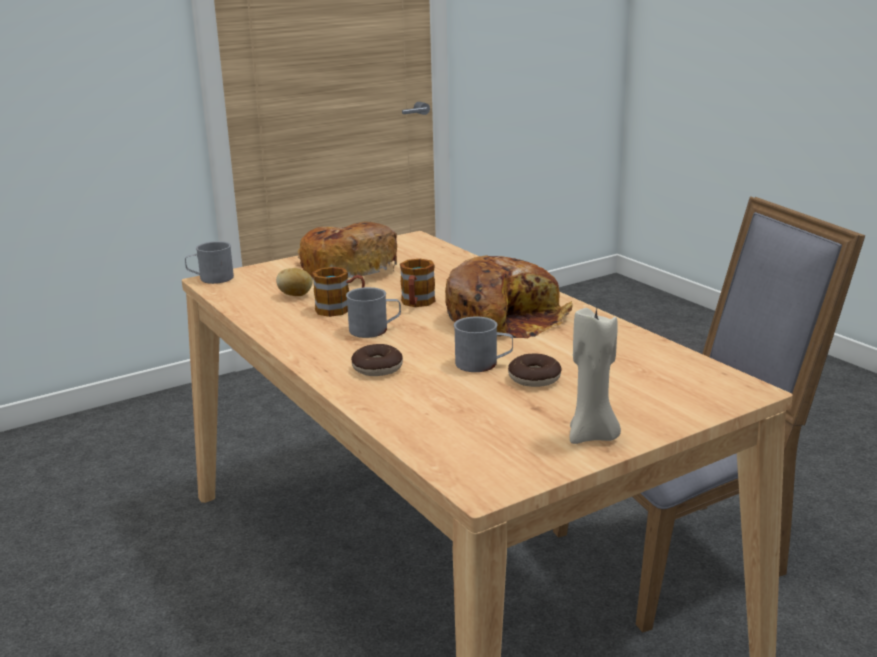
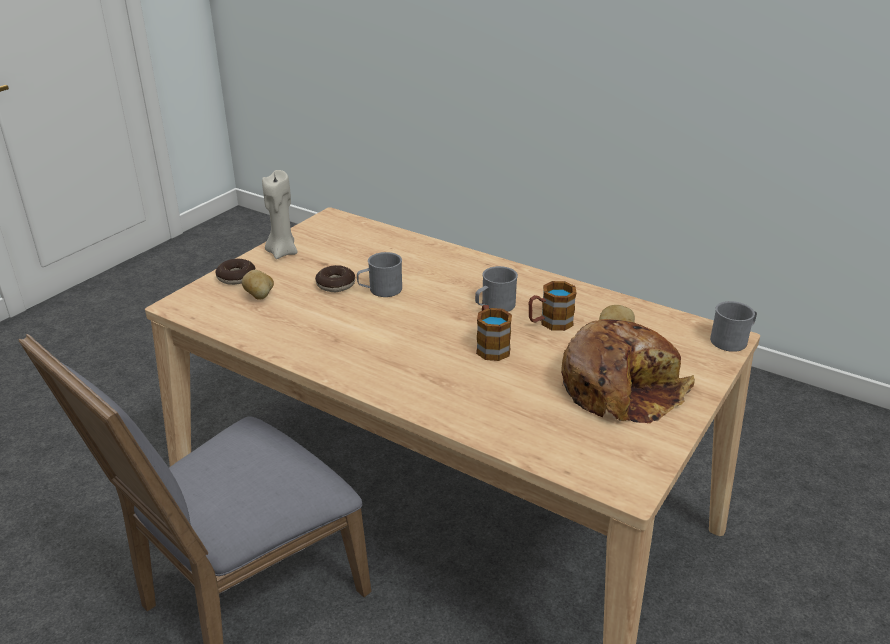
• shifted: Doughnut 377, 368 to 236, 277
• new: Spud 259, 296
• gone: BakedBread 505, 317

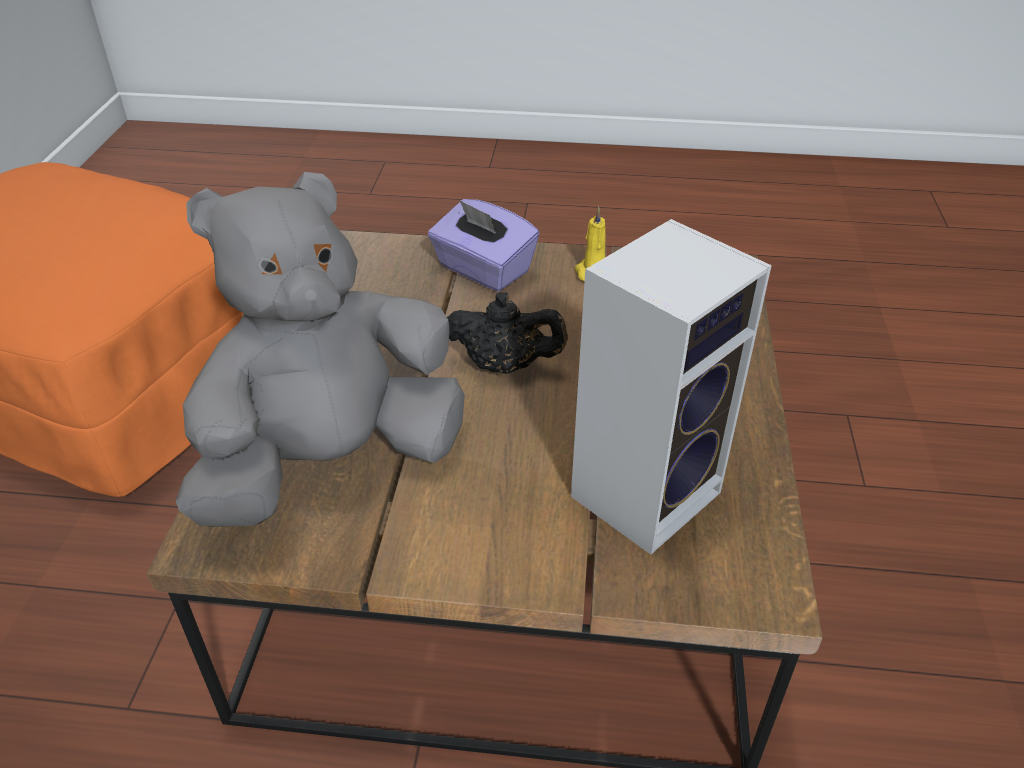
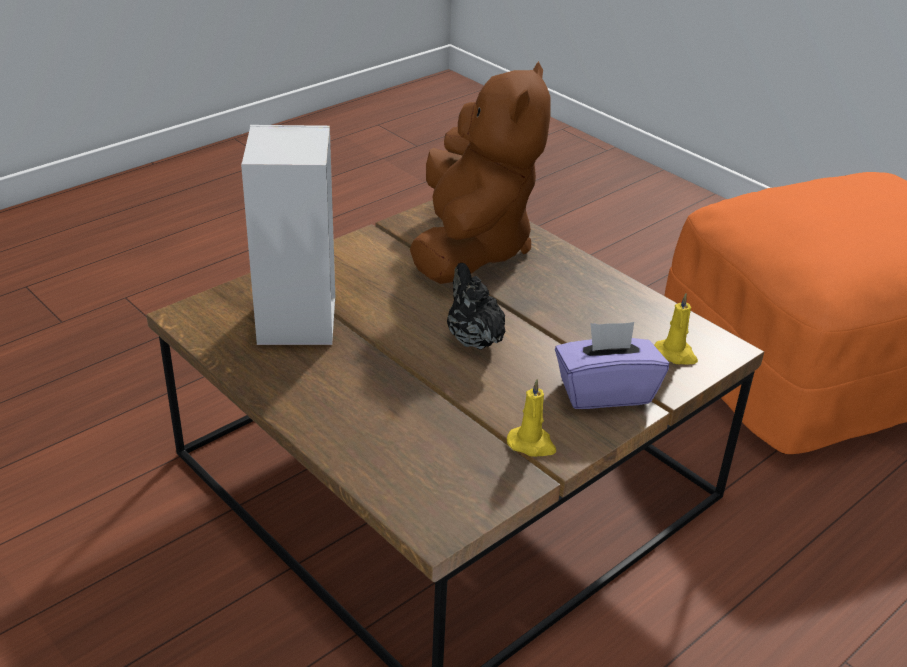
• repainted: GreyPlushToy 333, 462 to BrownPlushToy 471, 248
• rotated: BlackishPotForTea 505, 365 = 473, 338 105 degrees clockwise
• new: YellowishWaxLight 675, 354

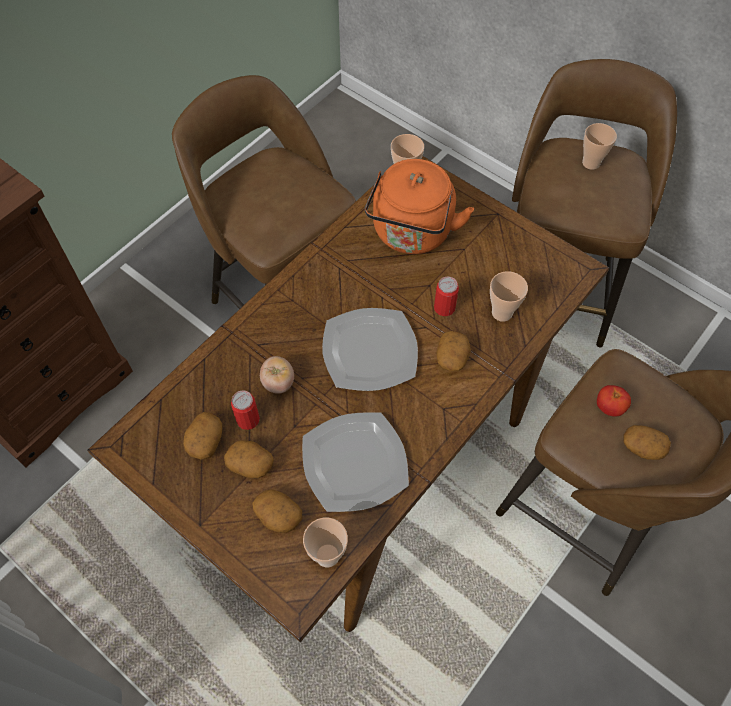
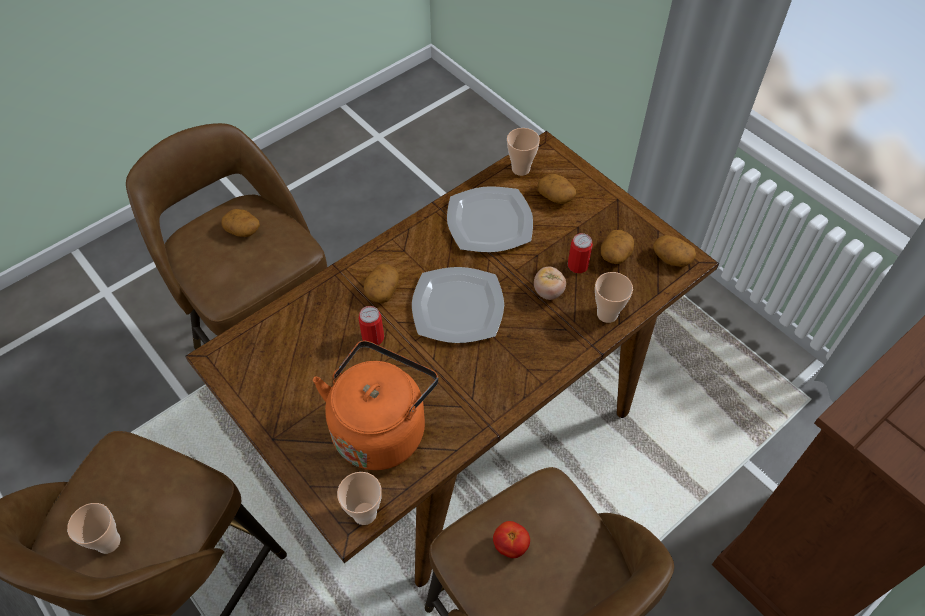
• shifted: WholeTomato 609, 407 to 510, 545
• shifted: SmallCup 502, 313 to 607, 314
• shifted: Spud 251, 464 to 671, 258

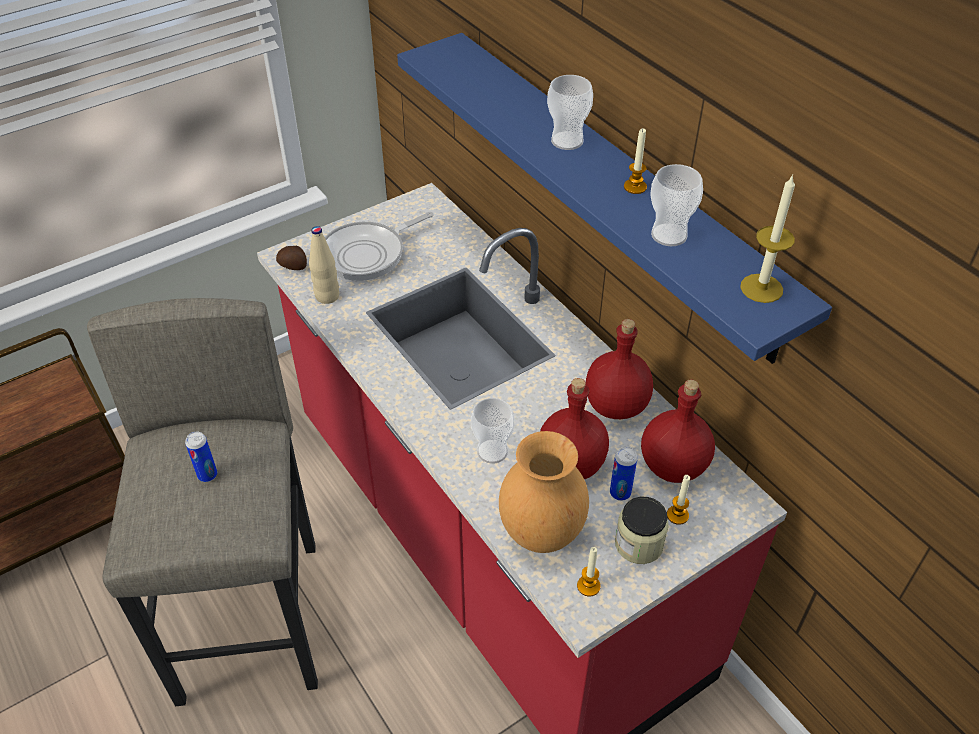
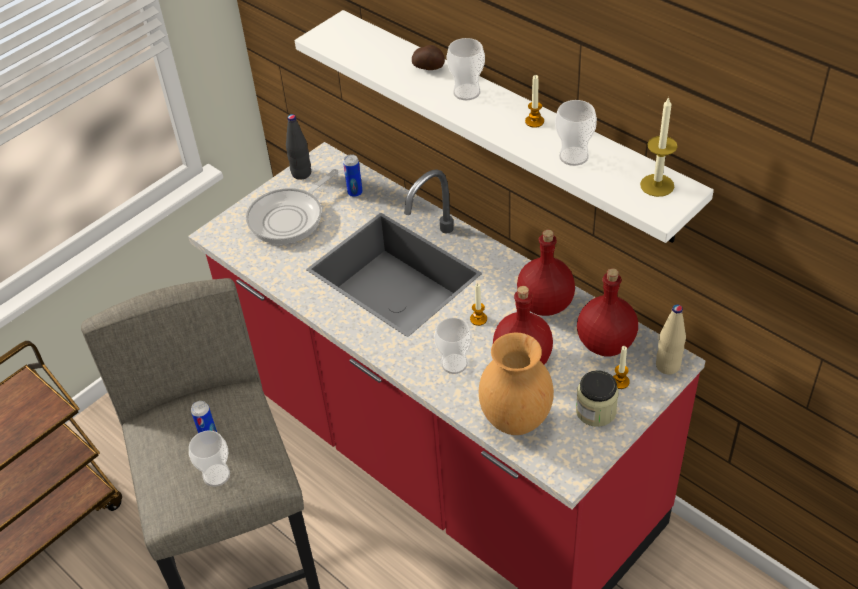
• new: SmallCup 216, 475
• new: BlackishBeverageBottle 301, 173
• repainted: BlueWallShelf 612, 188 to WhiteWallShelf 509, 123
• shifted: MetalCan 620, 493 to 355, 193
• shifted: Spud 294, 266 to 429, 68
• shifted: WaxLight 588, 586 to 478, 319
• shifted: BeigeColouredBeverageBottle 327, 296 to 668, 366

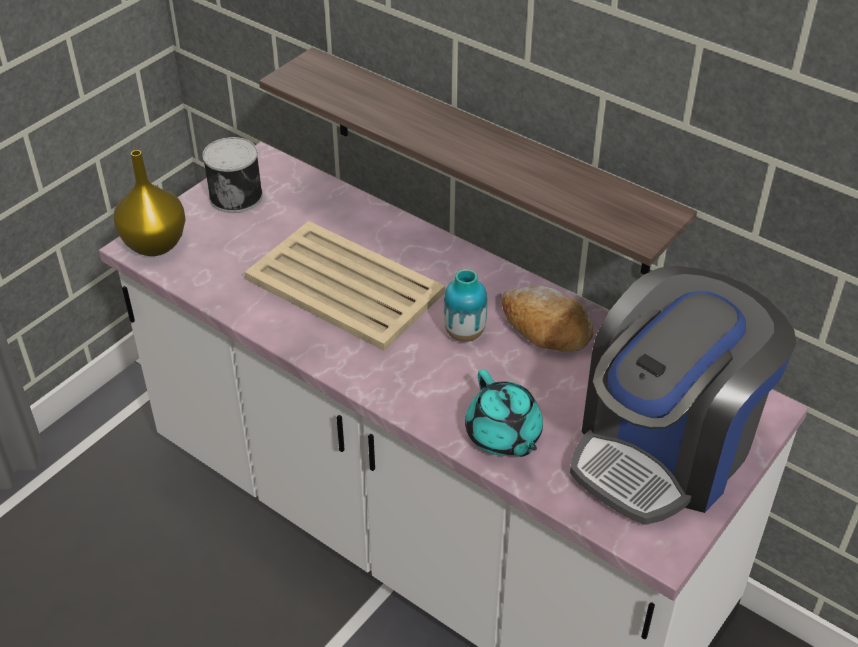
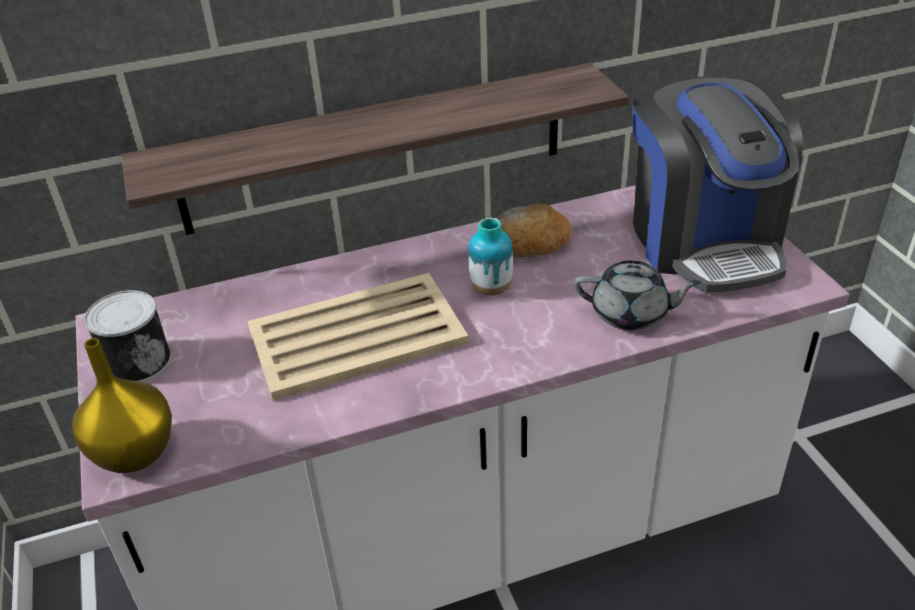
• repainted: TurquoisePotForTea 503, 436 to GreyPotForTea 631, 314

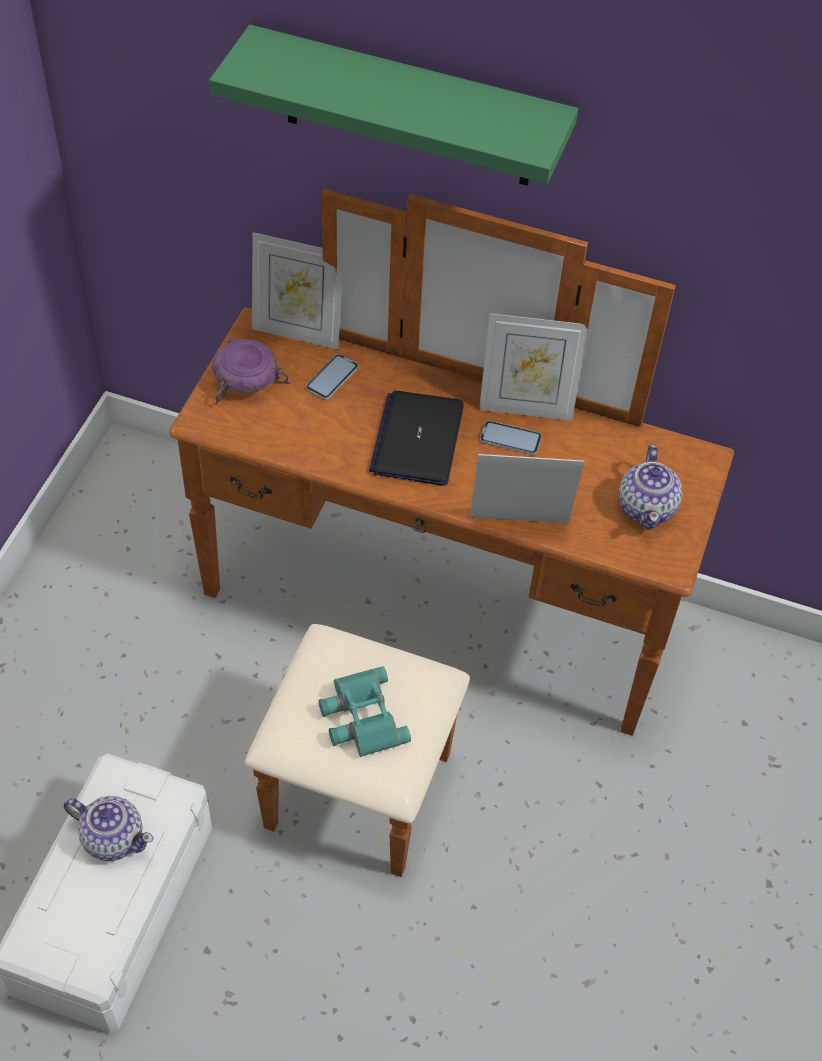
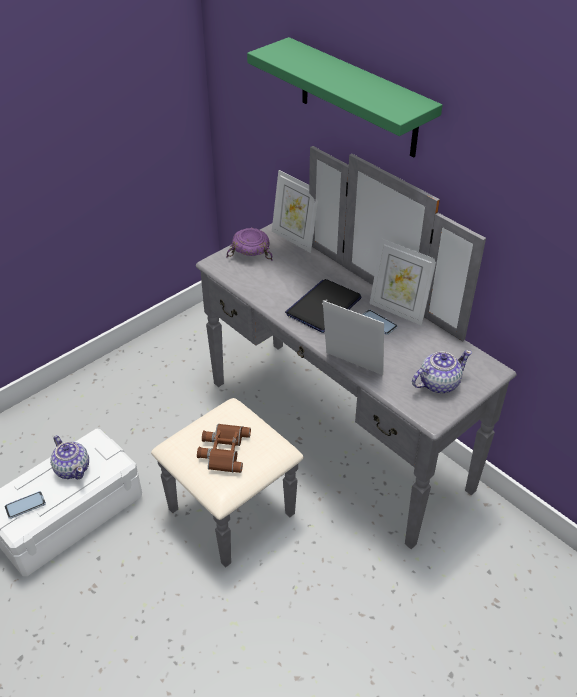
• shifted: Telephone 332, 378 to 25, 505
• repainted: BrownChestOfDrawers 422, 645 to GreyChestOfDrawers 314, 451
• repainted: TurquoisePairOfBinoculars 360, 717 to BrownPairOfBinoculars 223, 450
• rotated: PotForTea 647, 507 = 438, 383 150 degrees counterclockwise

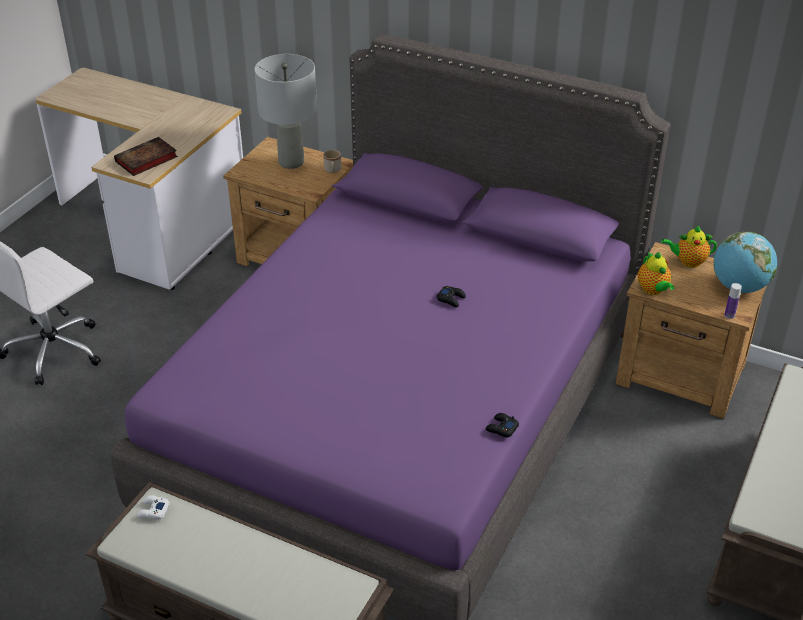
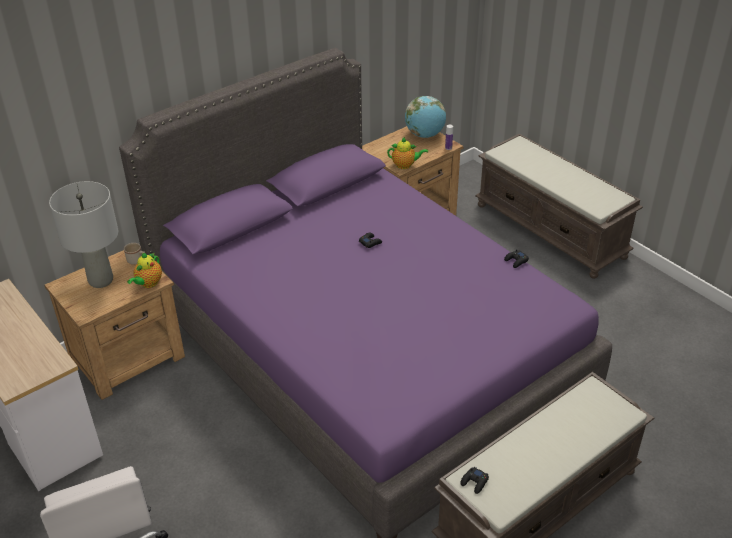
• shifted: PotForTea 688, 262 to 148, 283
• repainted: WhiteGamepad 153, 511 to BlackishGamepad 474, 482
• gone: BoundBook 145, 160

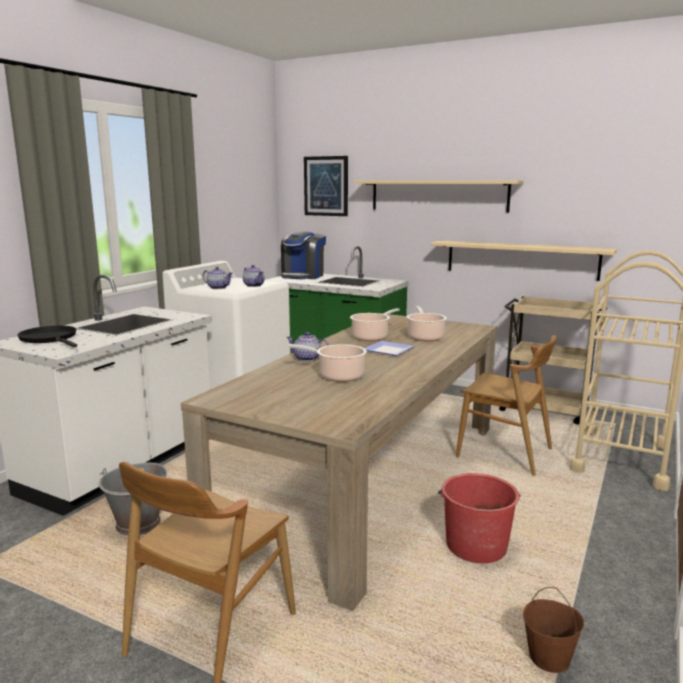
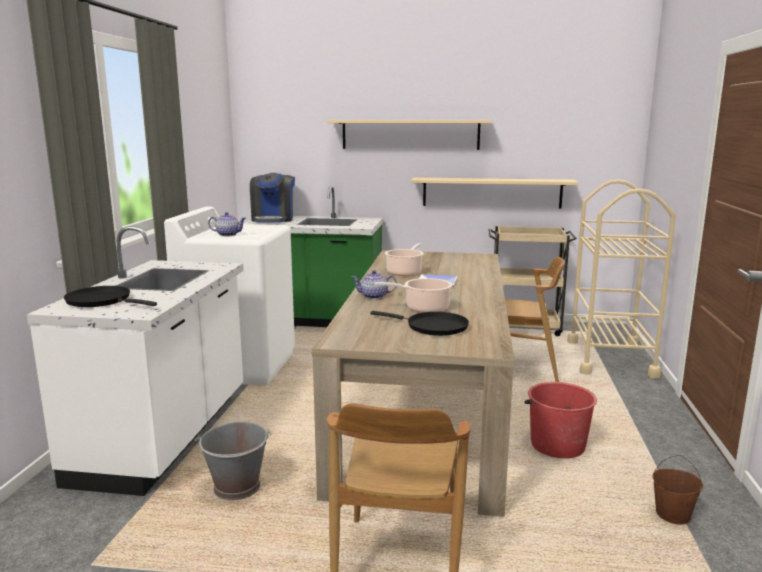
• new: BlackishSkillet 433, 327
• gone: PotForTea 254, 285
• gone: WallPicture 326, 186
• gone: Stockpot 425, 337

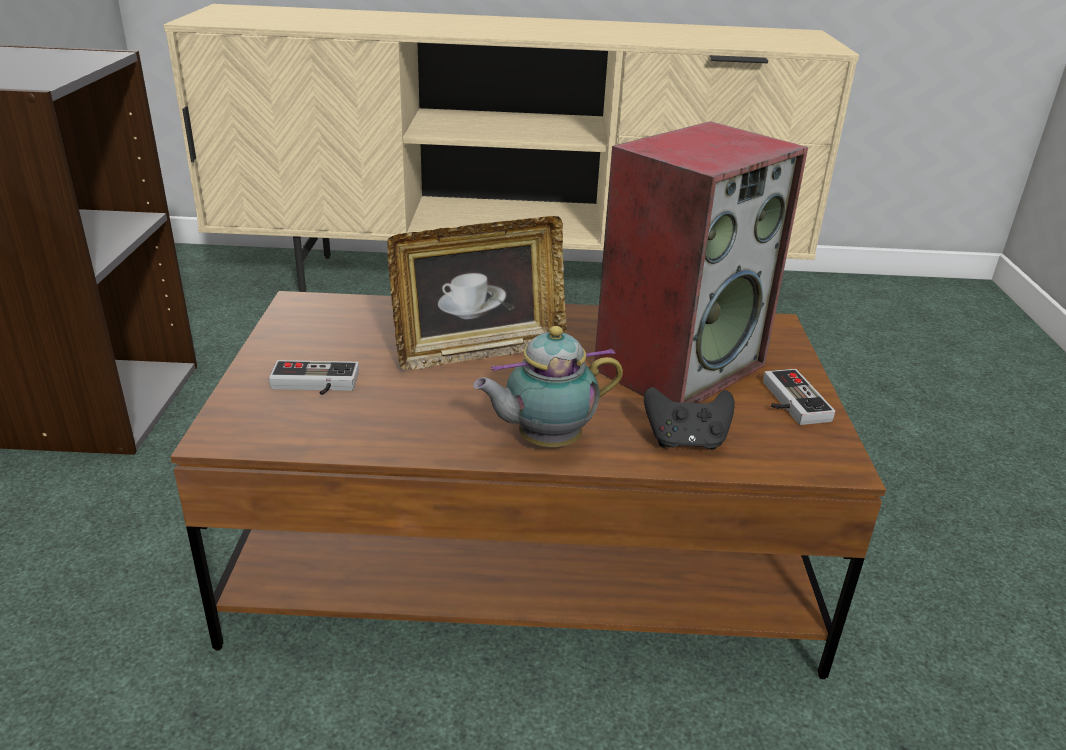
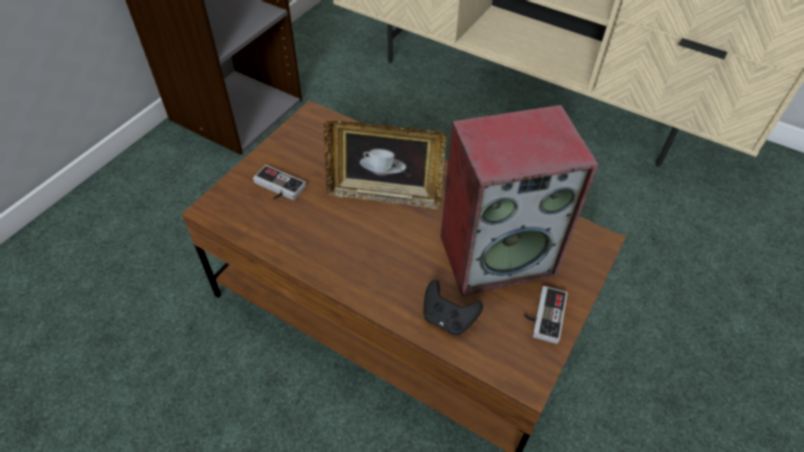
• gone: PotForTea 544, 441

